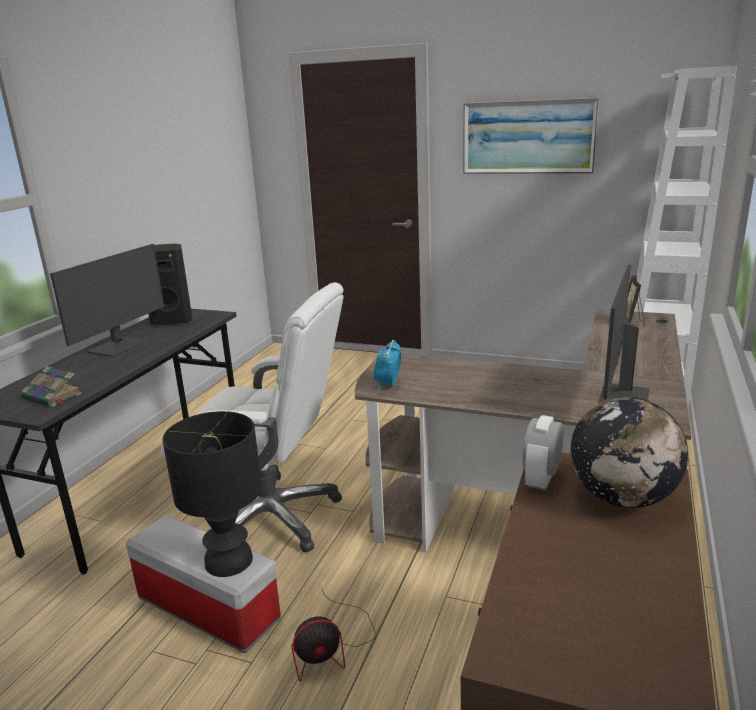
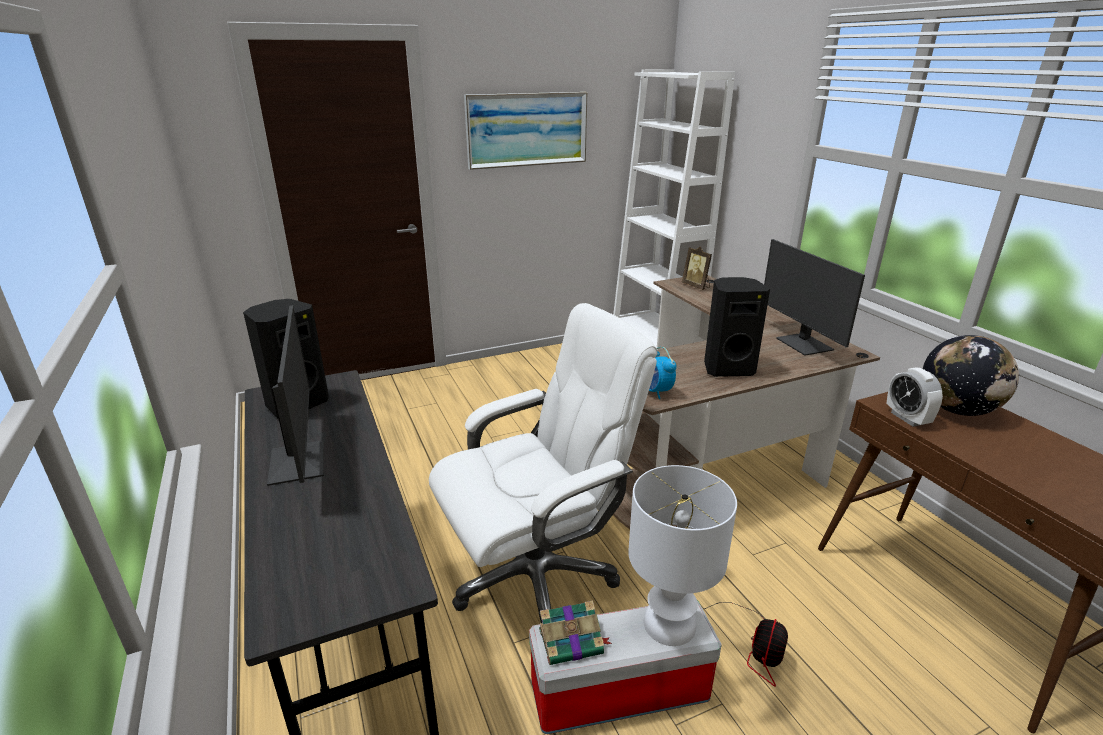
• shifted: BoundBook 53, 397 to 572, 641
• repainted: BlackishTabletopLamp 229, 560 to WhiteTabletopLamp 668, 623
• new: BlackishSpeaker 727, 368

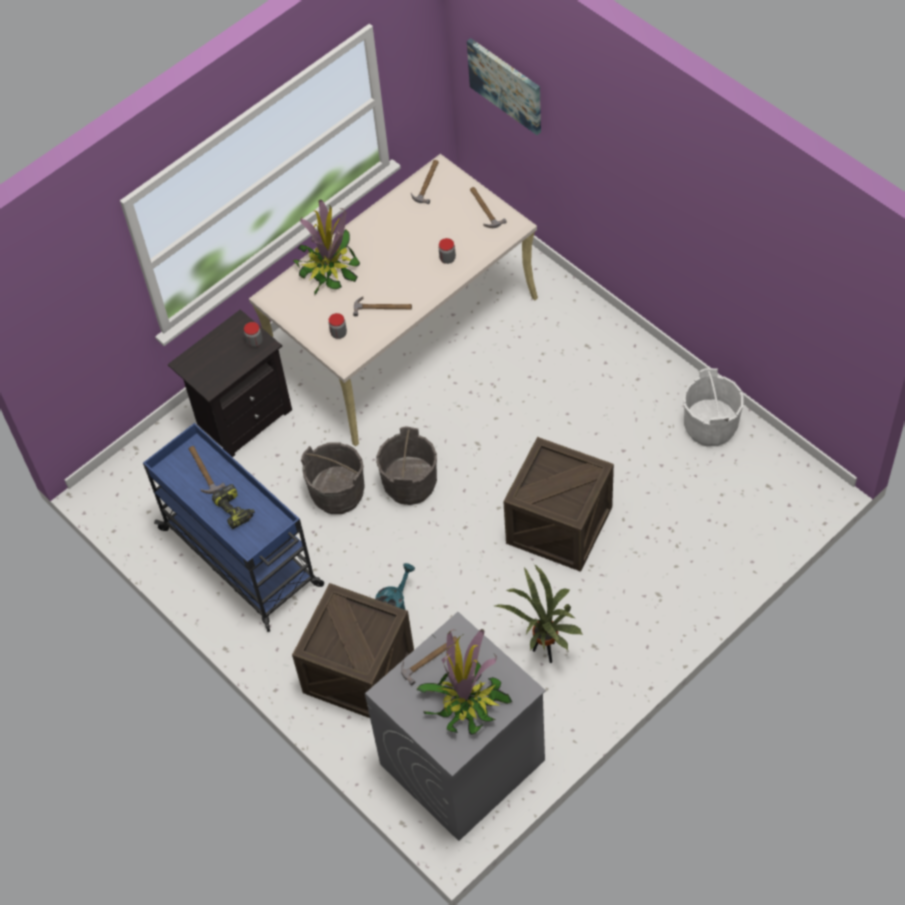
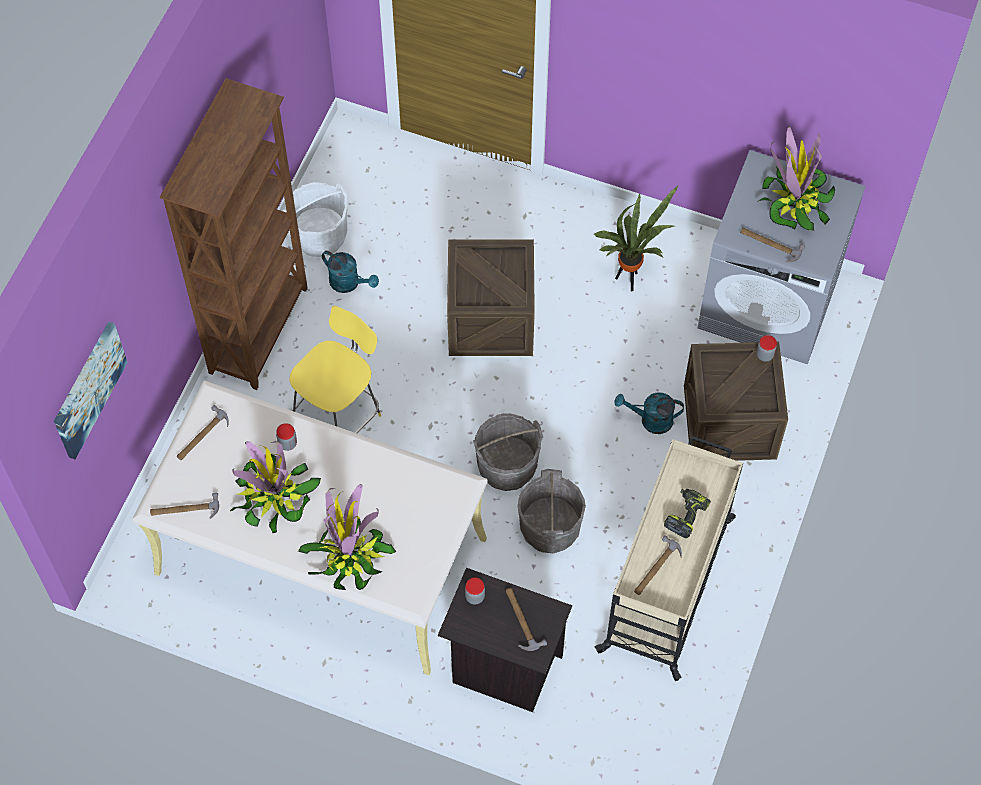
• new: BrownBookshelf 260, 330
• new: Houseplant 273, 497
• new: YellowishStoolSeat 339, 418
• new: TurquoiseWateringCan 349, 283
• shifted: HandHammer 383, 307 to 521, 620
• repainted: BlueTrolley 242, 558 to BeigeColouredTrolley 668, 582
• shifted: Jar 338, 333 to 764, 355

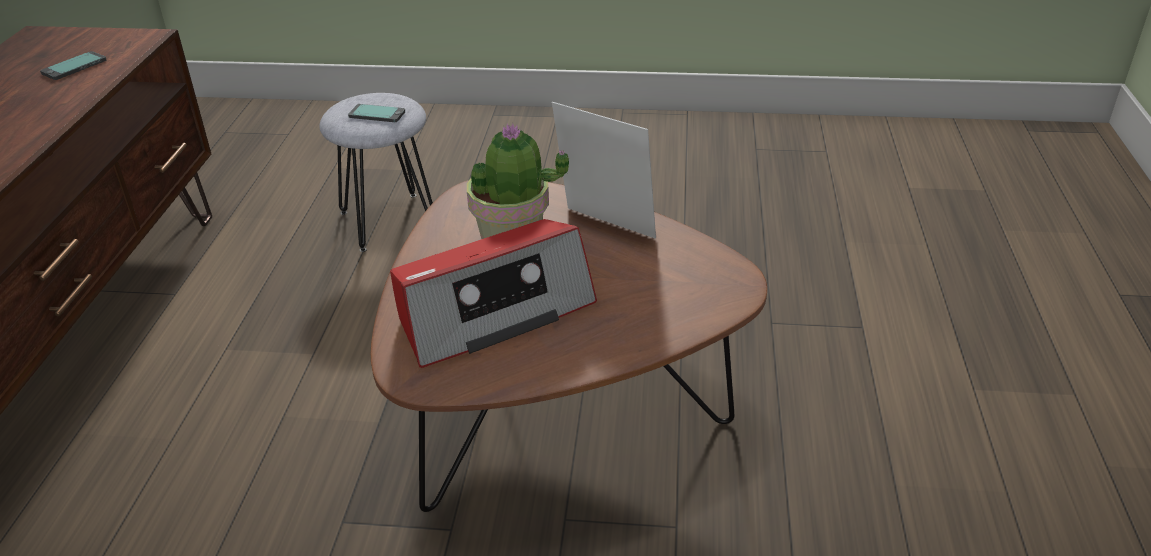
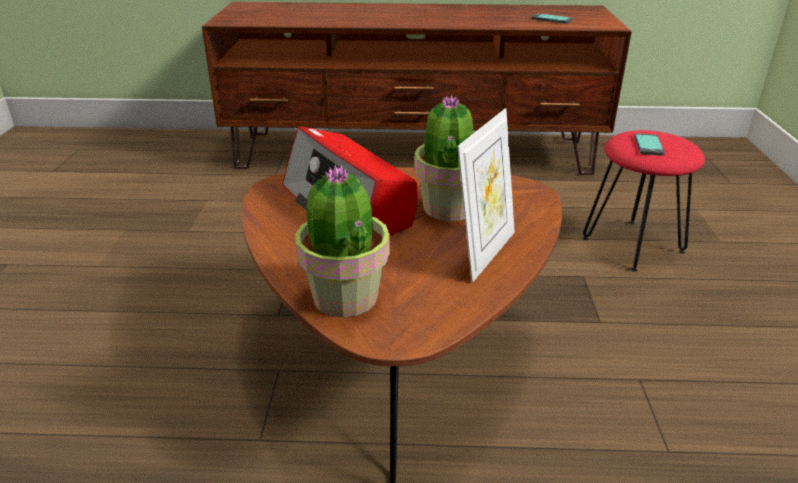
• new: Houseplant 344, 298
• repainted: GreyStoolSeat 389, 221 to ReddishStoolSeat 633, 245

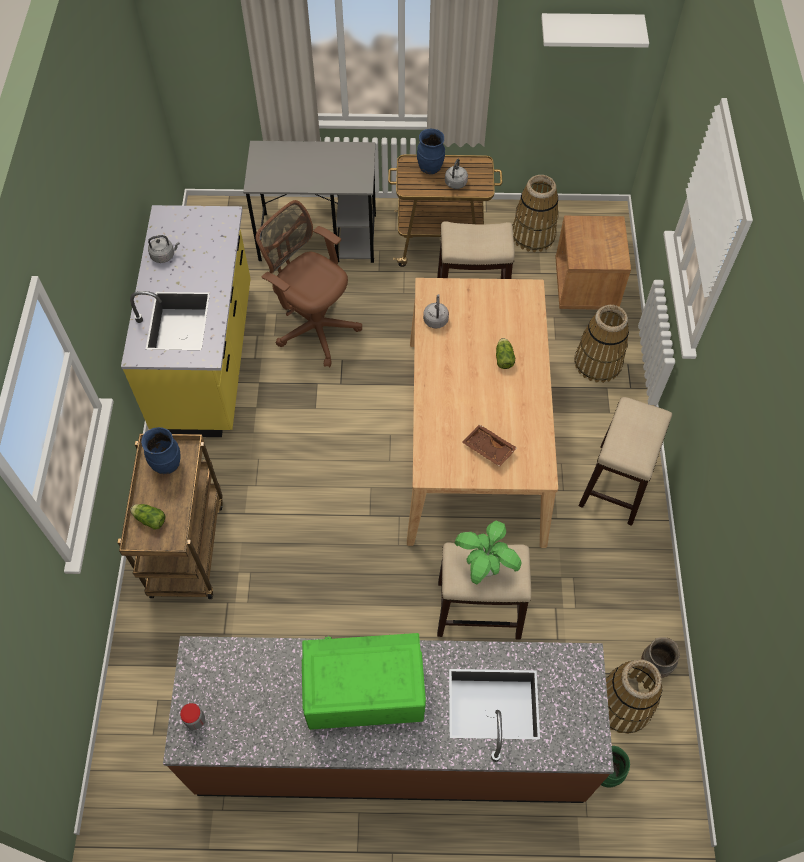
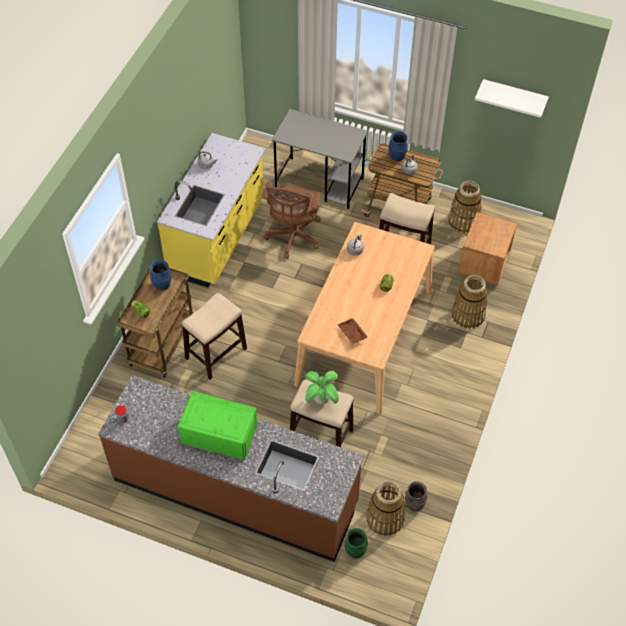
• shifted: StoolSeat 616, 484 to 215, 354
• rotated: BrownOfficeChair 314, 326 = 293, 238 135 degrees counterclockwise

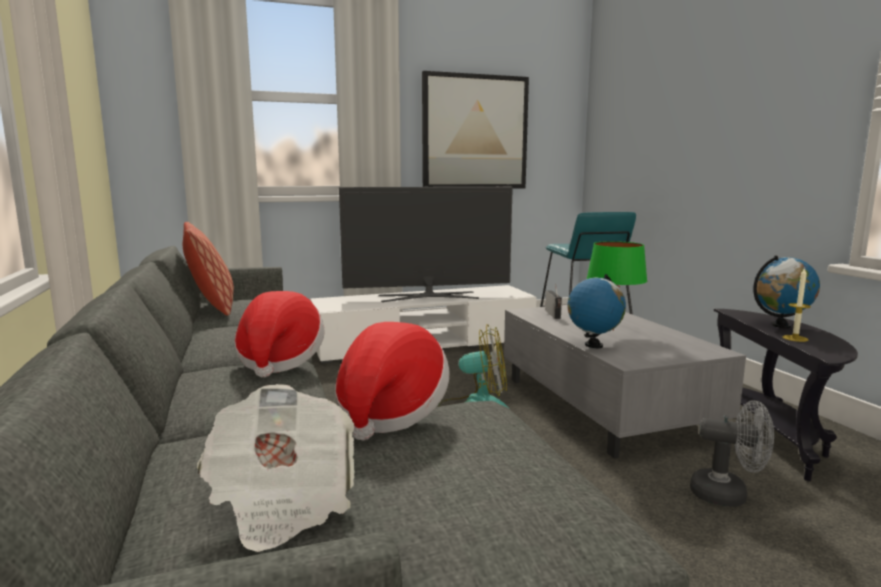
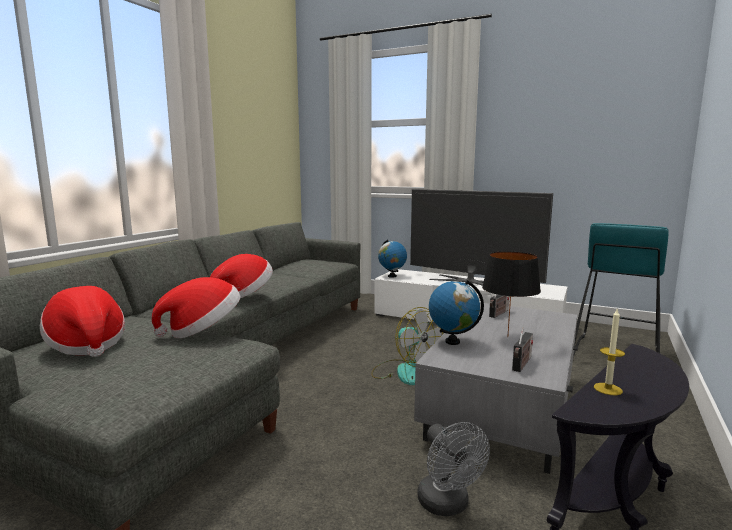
• swapped: PrintedPaper 282, 499 to WearableHat 87, 345
• shifted: WorldGlobe 781, 326 to 392, 276
• repainted: GreenishTabletopLamp 612, 330 to BlackishTabletopLamp 507, 337
• new: Radio 522, 364
• gone: Pillow 212, 308
• gone: WallPicture 474, 132

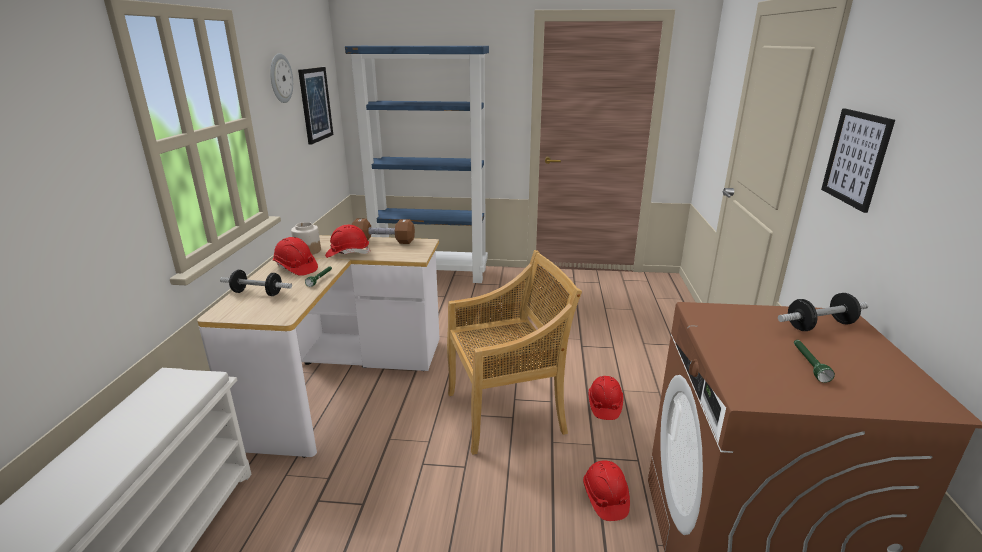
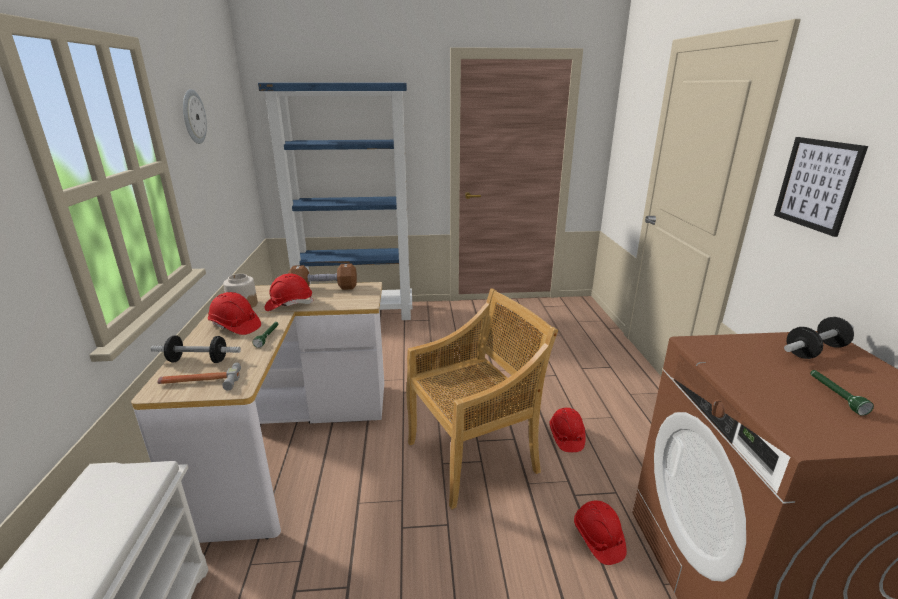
• new: HandHammer 200, 382
• gone: WallPicture 315, 104

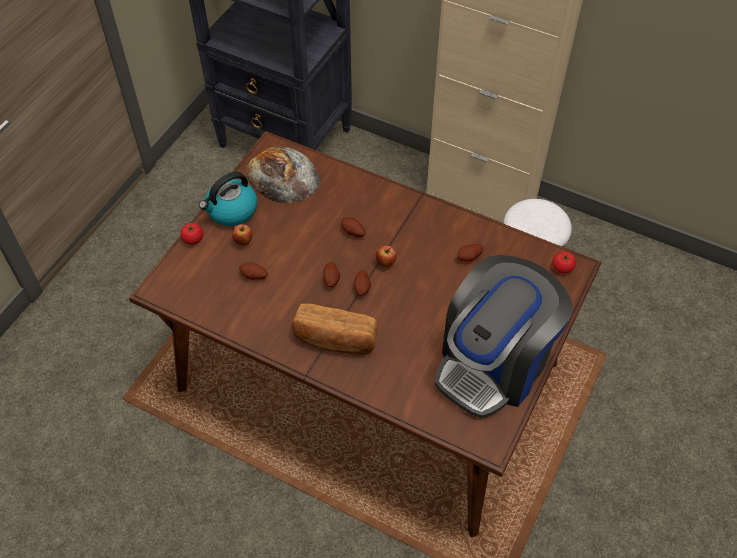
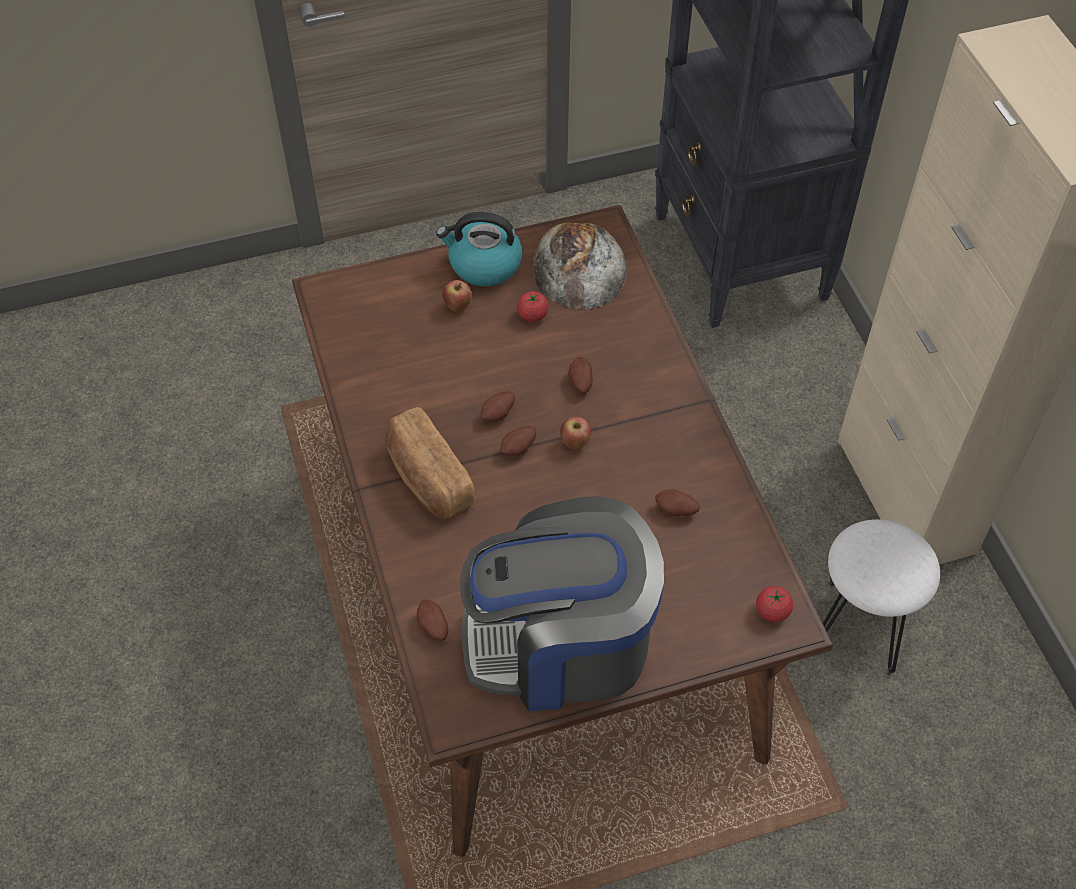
• shifted: Spud 254, 277 to 432, 627
• shifted: WholeTomato 193, 239 to 532, 315

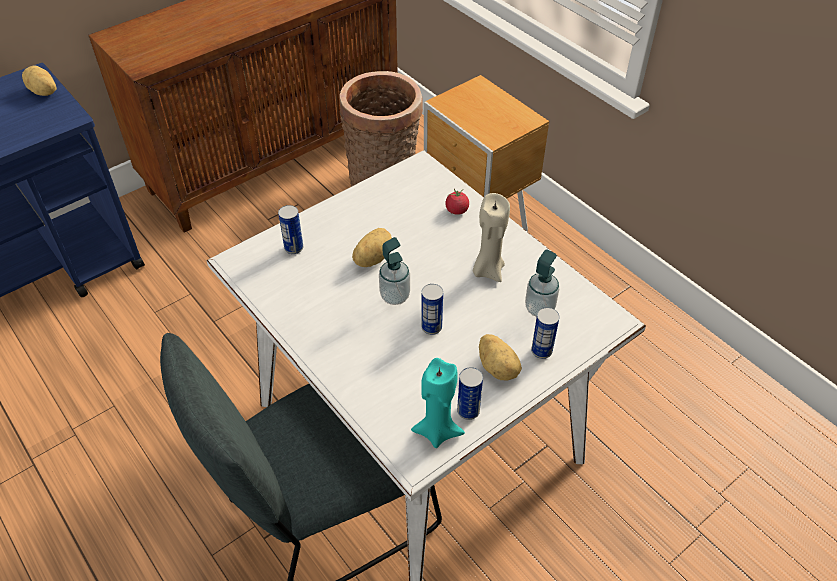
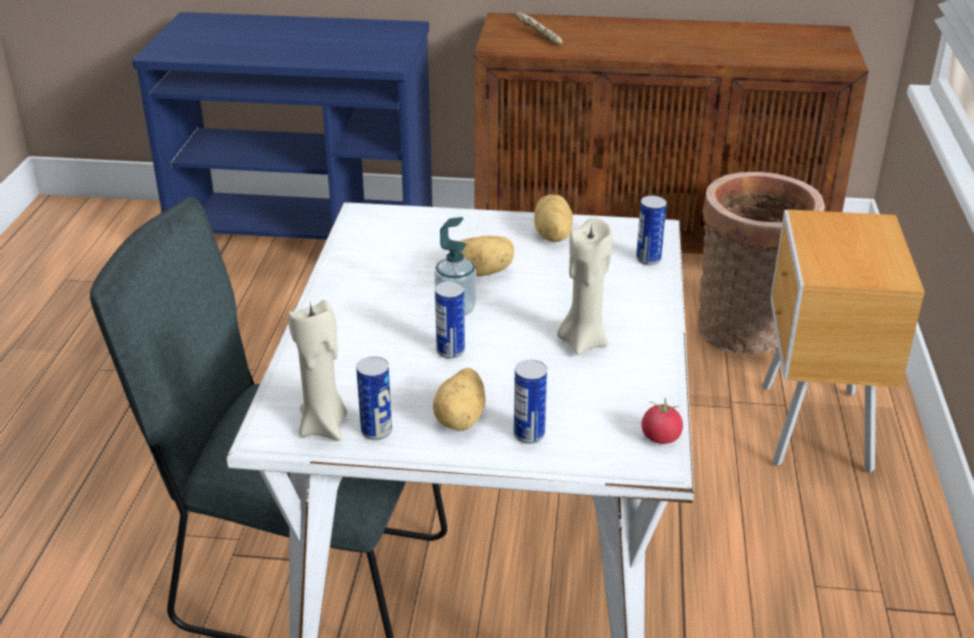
• repainted: TurquoiseWaxLight 437, 431 to BeigeColouredWaxLight 324, 426
• new: BakedBread 538, 36
• shifted: Spud 43, 92 to 551, 236
• shifted: MetalCan 294, 248 to 648, 259
• shifted: WholeTomato 457, 210 to 660, 438
• gone: SoapBottle 539, 308

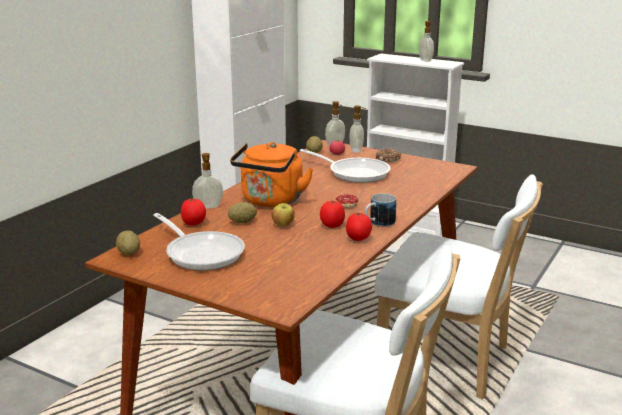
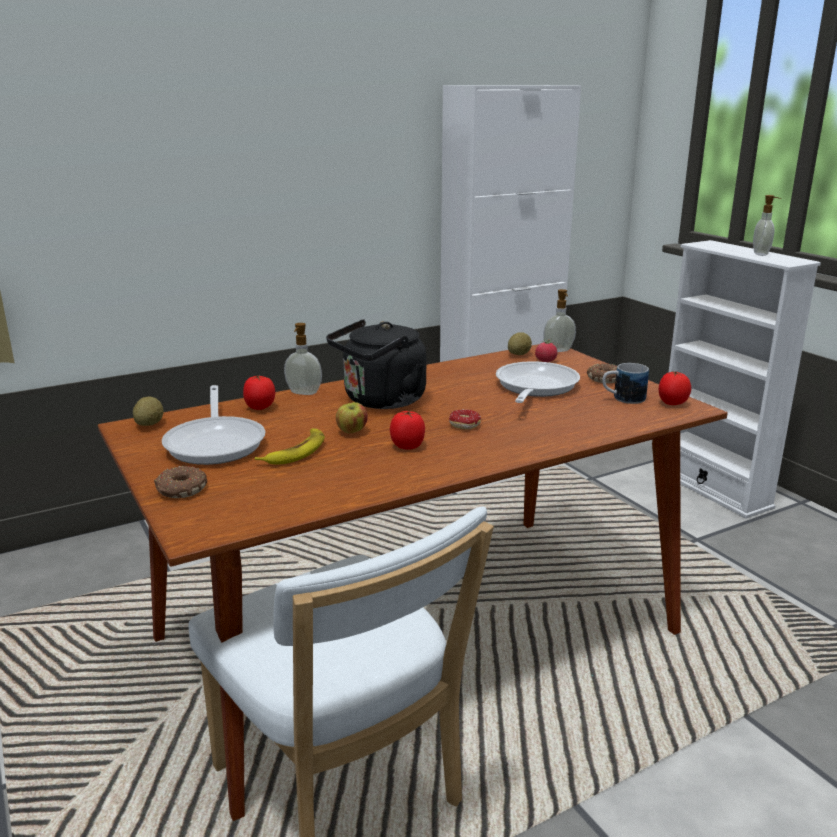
• new: Doughnut 180, 490
• new: BananaFruit 296, 452
• repainted: OrangeColouredKettle 271, 201 to BlackishKettle 381, 401
• rotated: Skillet 354, 173 = 534, 387 135 degrees counterclockwise
• shifted: Mug 378, 223 to 622, 399
• shifted: WholeTomato 358, 239 to 672, 404
• gone: Spud 242, 222
• gone: SoapBottle 357, 150
• gone: WhiteUprightChair 449, 361

